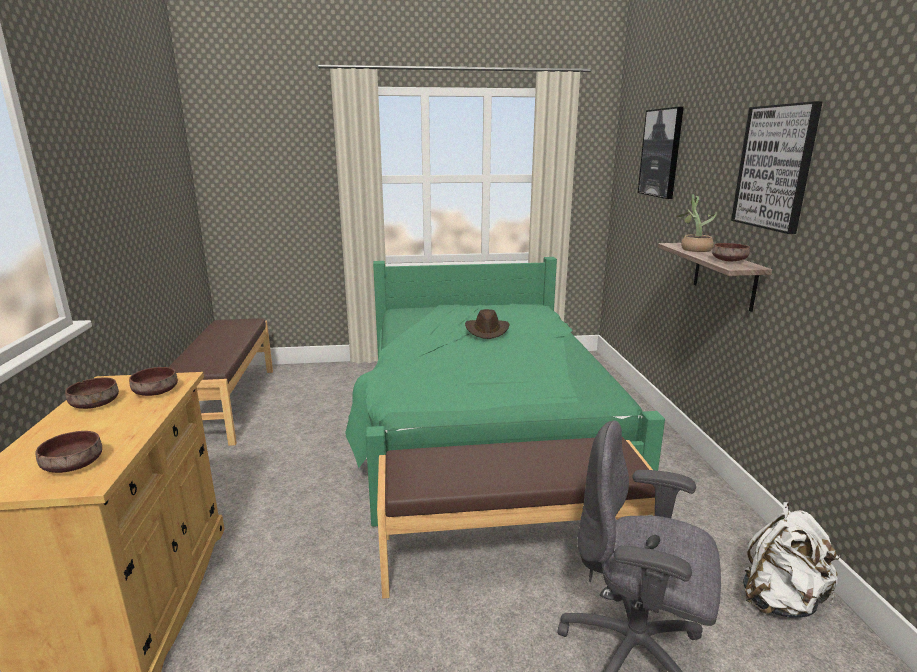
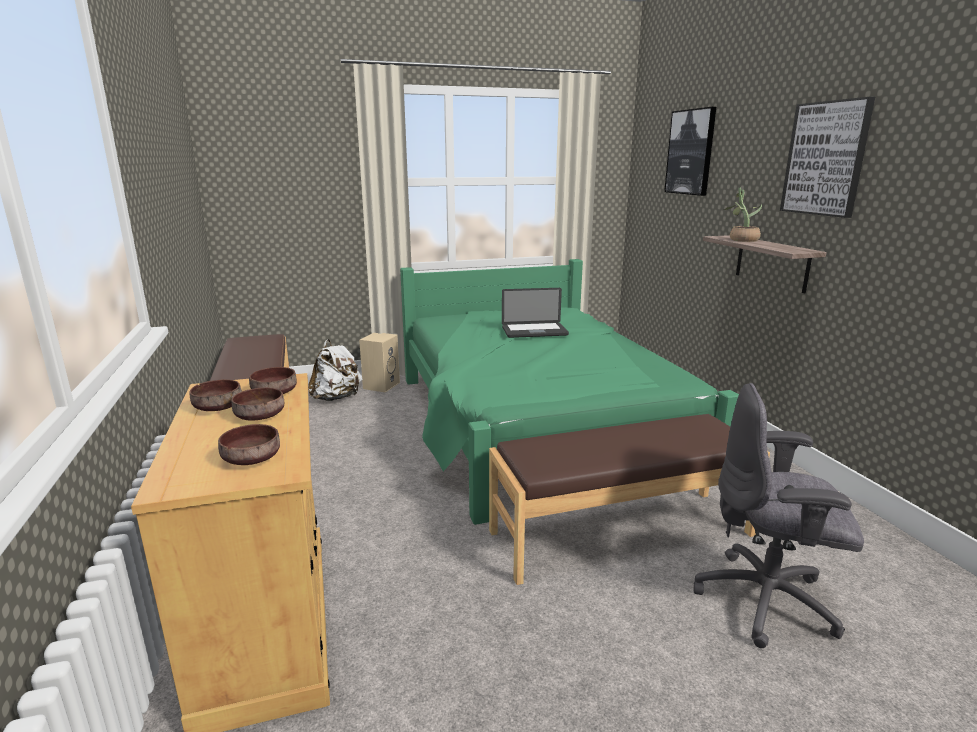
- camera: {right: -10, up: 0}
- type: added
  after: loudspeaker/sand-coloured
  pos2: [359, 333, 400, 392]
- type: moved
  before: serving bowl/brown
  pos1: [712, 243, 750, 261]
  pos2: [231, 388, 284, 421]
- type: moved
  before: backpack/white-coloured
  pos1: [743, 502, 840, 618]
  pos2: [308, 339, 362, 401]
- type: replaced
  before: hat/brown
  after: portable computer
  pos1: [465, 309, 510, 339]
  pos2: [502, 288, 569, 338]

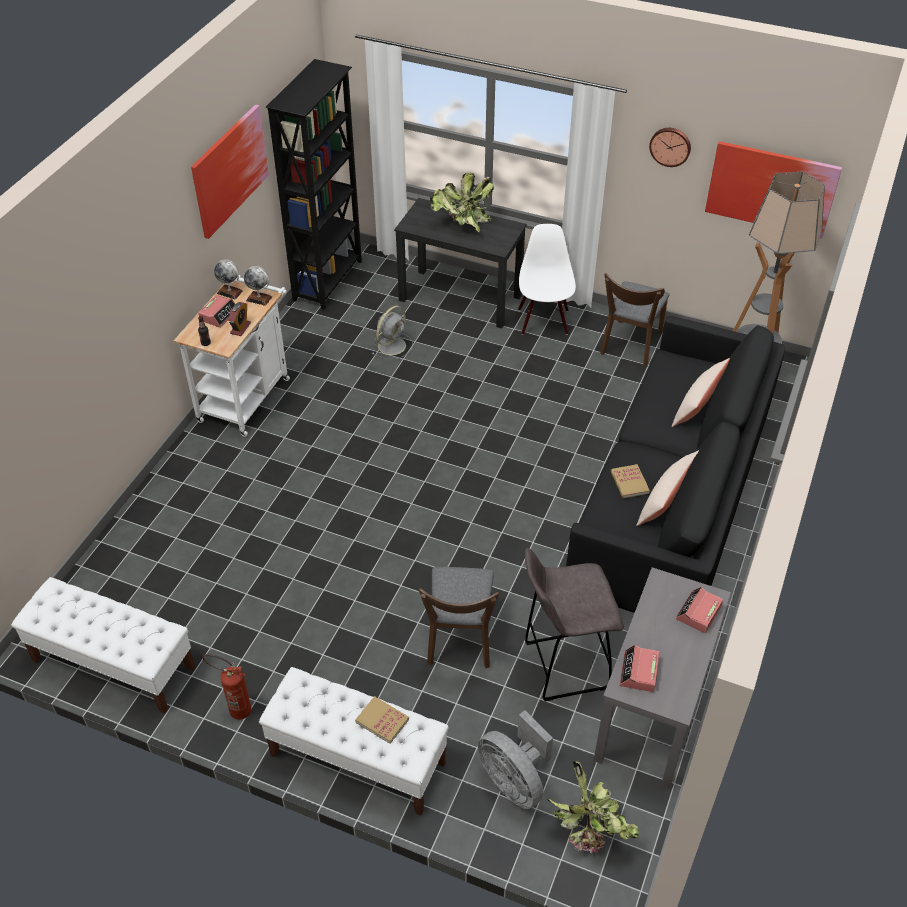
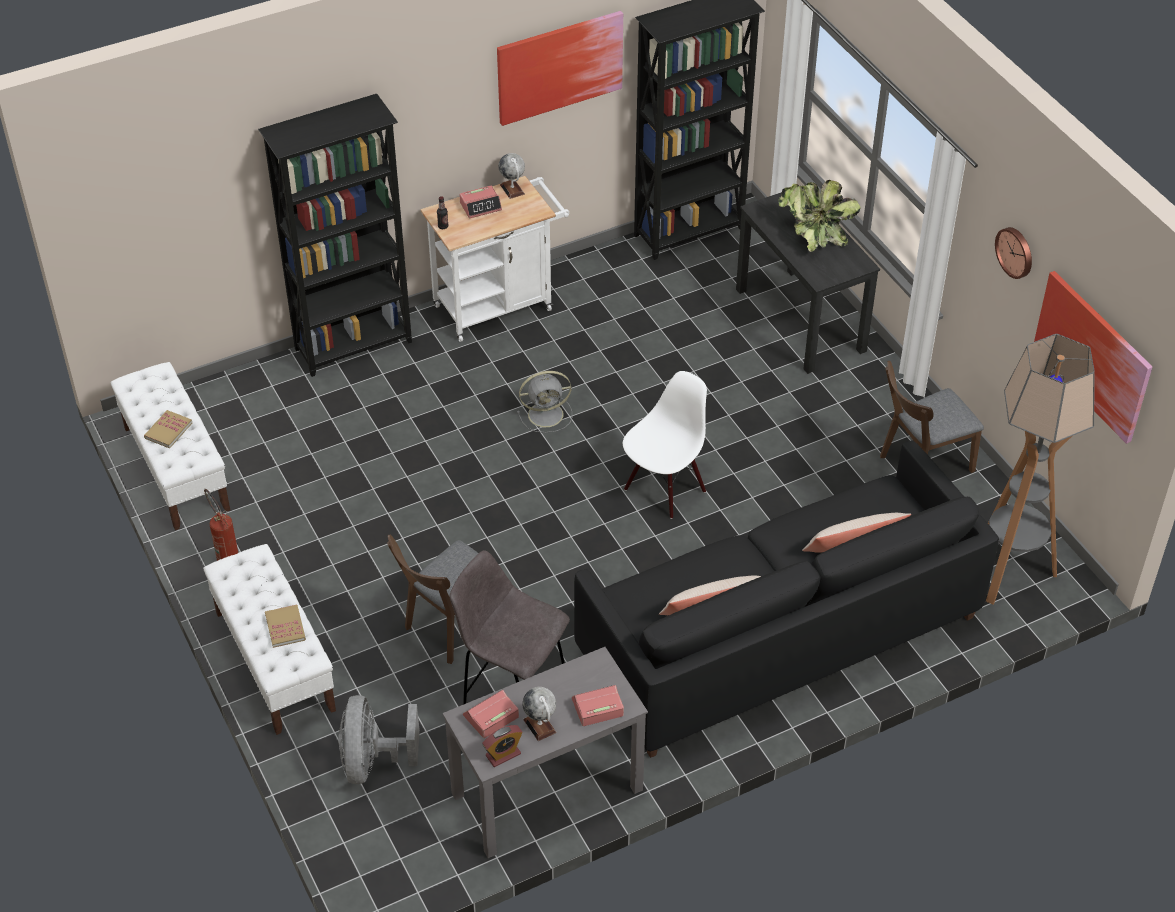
- camera: {right: 40, up: 0}
- type: removed
  before: potted plant
  pos1: [547, 761, 639, 853]
- type: added
  after: bookshelf/blackish
  pos2: [258, 94, 412, 377]
- type: moved
  before: alarm clock
  pos1: [228, 302, 251, 336]
  pos2: [482, 725, 522, 767]
- type: moved
  before: desk globe
  pos1: [244, 266, 272, 306]
  pos2: [522, 687, 556, 741]
- type: moved
  before: fan/gray
  pos1: [372, 306, 413, 360]
  pos2: [517, 371, 572, 433]
- type: moved
  before: upright chair/white-coloured
  pos1: [518, 224, 576, 335]
  pos2: [623, 371, 707, 519]
- type: moved
  before: bound book
  pos1: [611, 464, 650, 499]
  pos2: [144, 410, 192, 448]

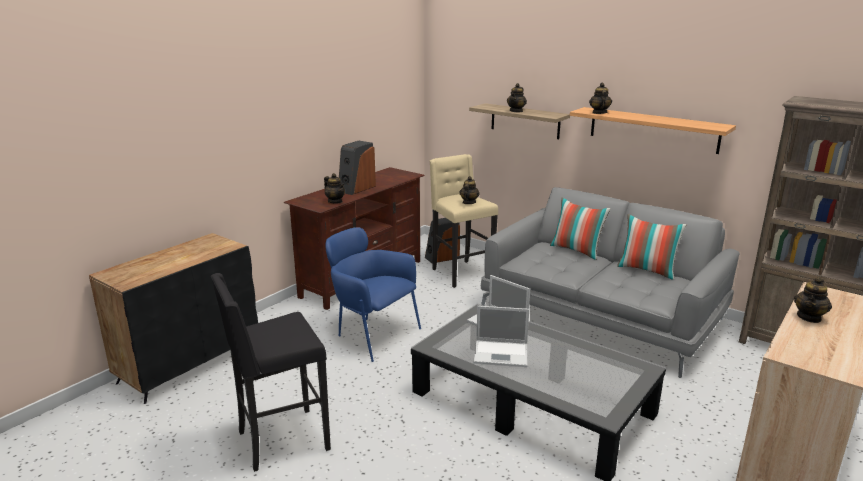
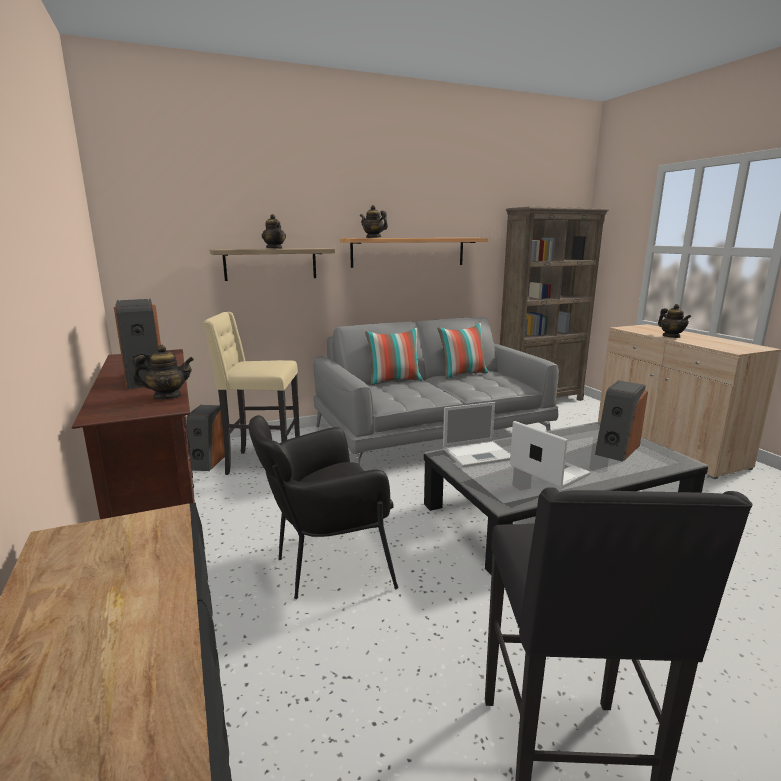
- camera: {right: -60, up: -5}
- type: removed
  before: tea pot
  pos1: [460, 176, 480, 204]
- type: added
  after: loudspeaker
  pos2: [595, 380, 648, 462]
- type: recoloured
  before: easy chair/bluish
  after: easy chair/blackish
  pos1: [325, 227, 421, 362]
  pos2: [249, 415, 398, 599]
- type: turned
  before: portable computer
  pos1: [474, 306, 529, 367]
  pos2: [510, 421, 591, 488]
  turn: -75

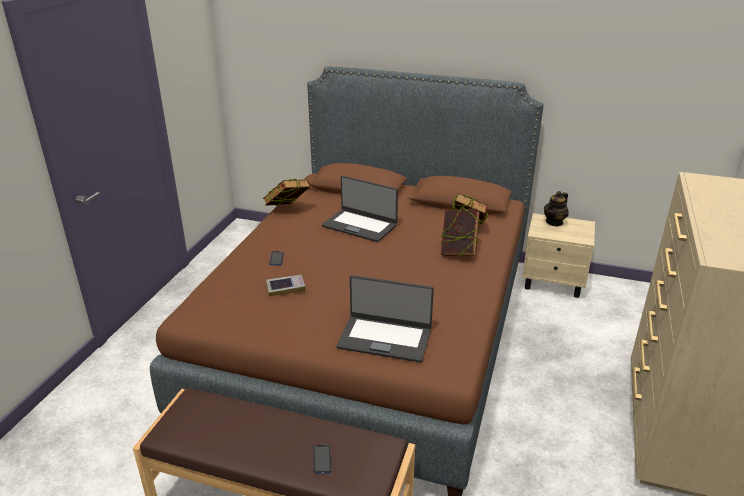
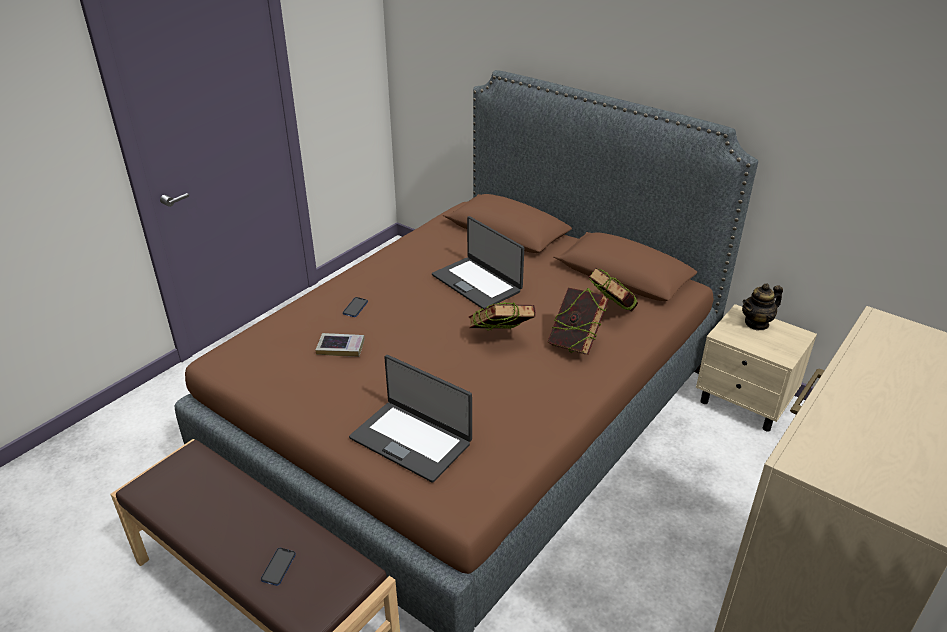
- camera: {right: 20, up: 5}
- type: moved
  before: bound book
  pos1: [263, 178, 311, 206]
  pos2: [468, 302, 536, 331]

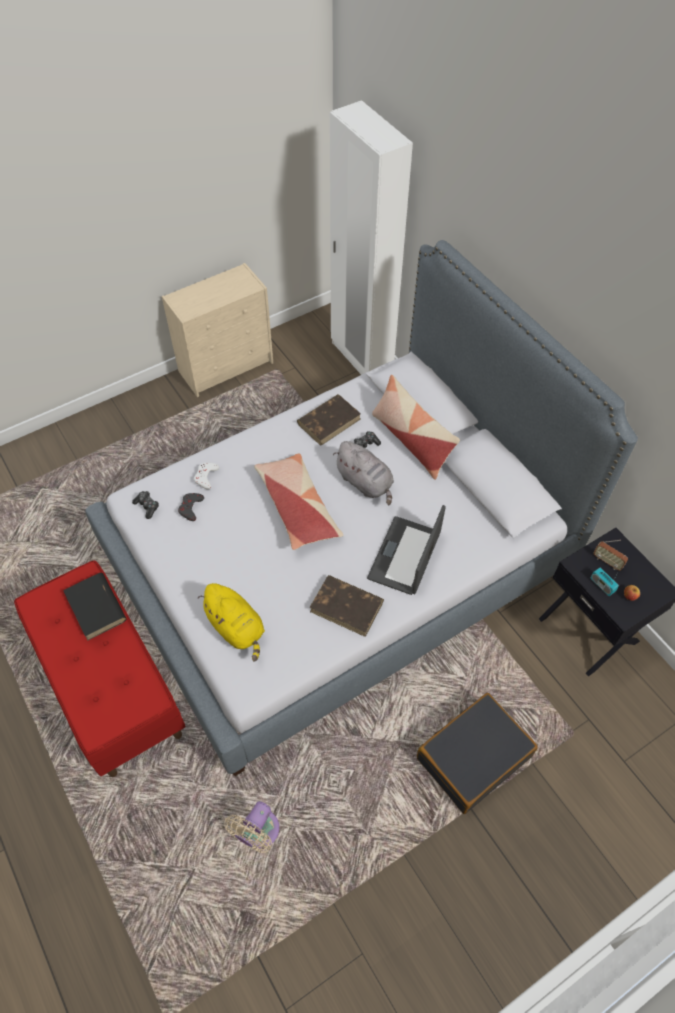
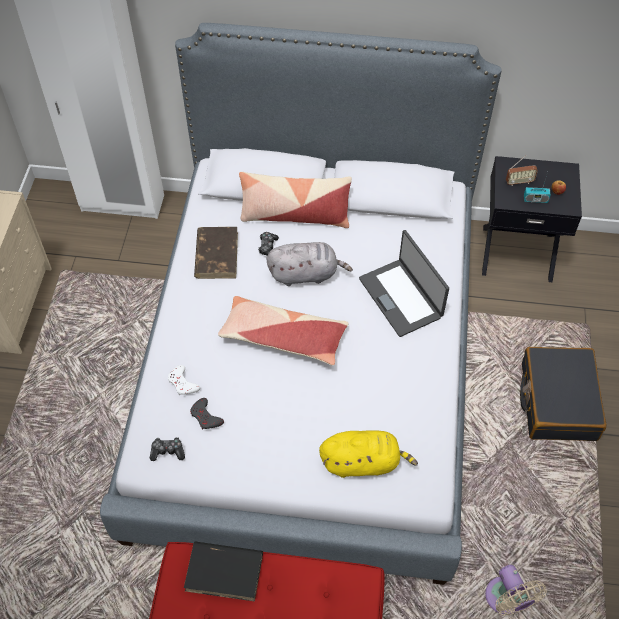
- camera: {right: -50, up: 0}
- type: removed
  before: bound book/brown
  pos1: [309, 575, 384, 637]

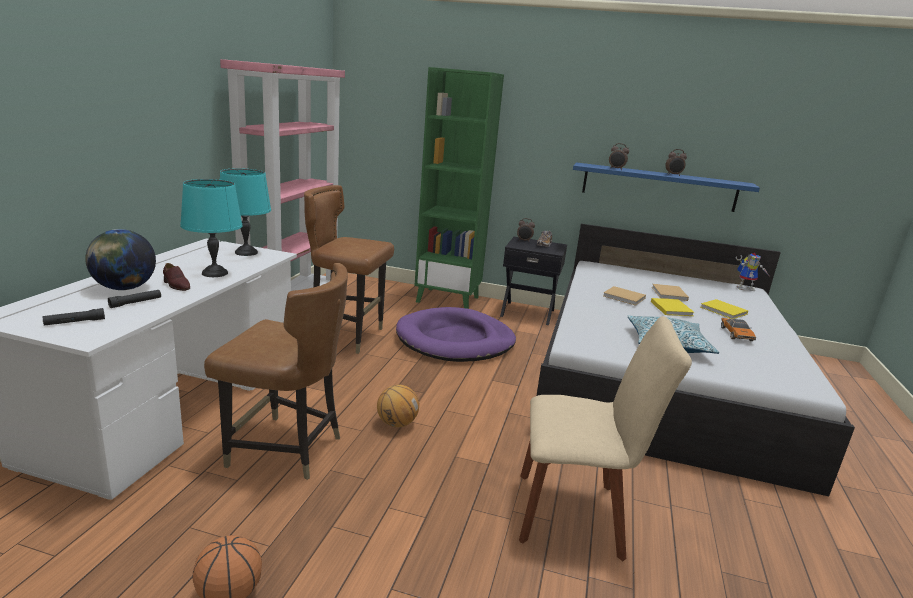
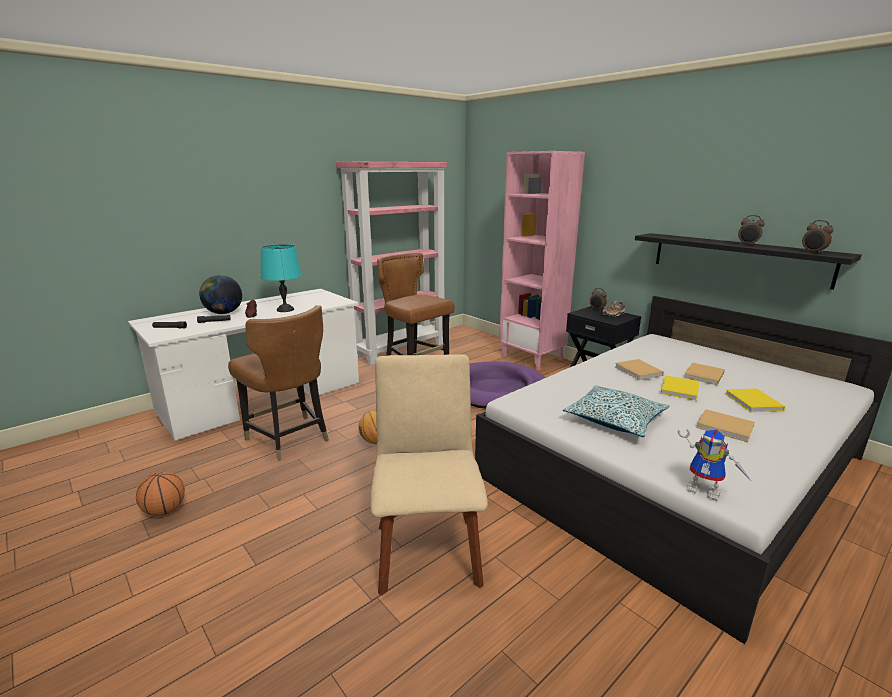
- camera: {right: 35, up: 0}
- type: removed
  before: tabletop lamp/turquoise
  pos1: [220, 168, 271, 256]
- type: moved
  before: alarm clock
  pos1: [609, 143, 629, 170]
  pos2: [802, 220, 833, 254]
- type: moved
  before: robot figure
  pos1: [736, 253, 770, 291]
  pos2: [678, 429, 751, 501]
- type: replaced
  before: model car
  after: bound book/sand-coloured
  pos1: [721, 318, 756, 341]
  pos2: [696, 409, 755, 442]
- type: recoloured
  before: bookshelf/green-coloured
  after: bookshelf/pink-coloured
  pos1: [415, 67, 504, 309]
  pos2: [499, 151, 585, 370]
- type: recoloured
  before: bracket shelf/bluish
  after: bracket shelf/blackish
  pos1: [573, 162, 760, 212]
  pos2: [635, 233, 862, 290]
- type: turned
  before: upright chair/sand-coloured
  pos1: [519, 316, 692, 562]
  pos2: [370, 354, 488, 595]
  turn: -135

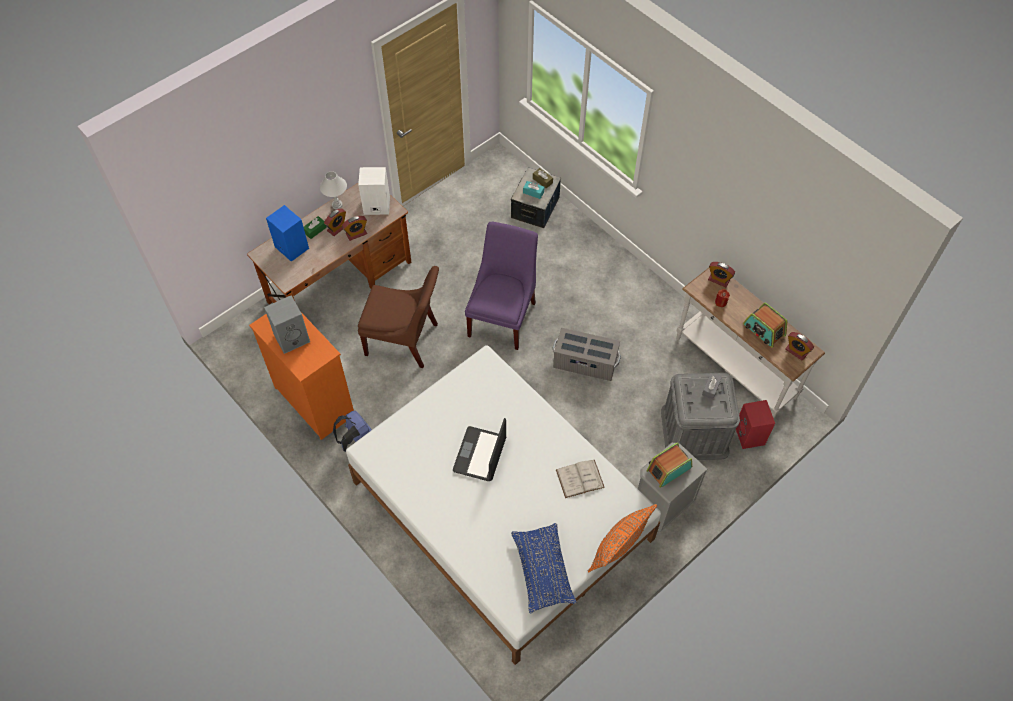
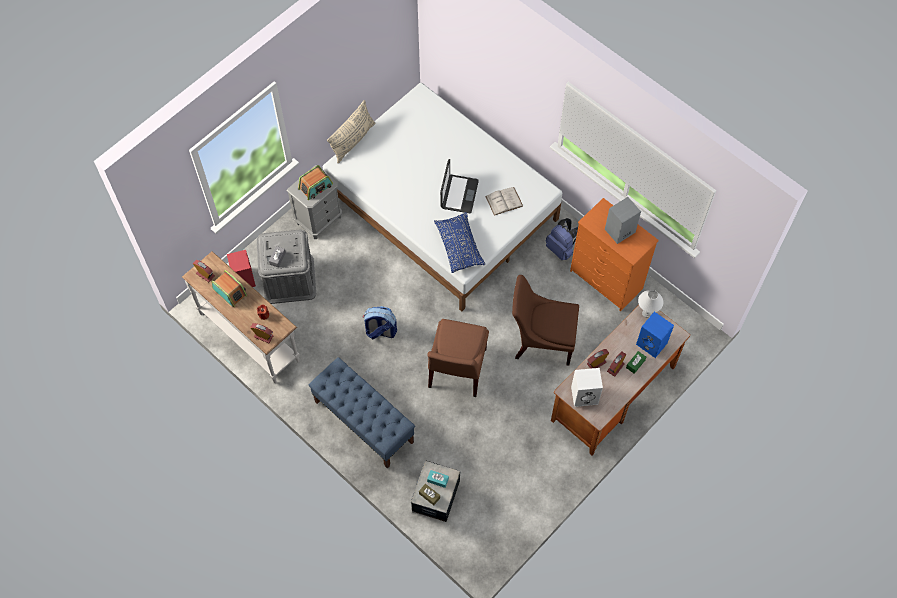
- camera: {right: 175, up: 5}
- type: added
  after: long seat/bluish
  pos2: [308, 357, 415, 469]
- type: moved
  before: tabletop lamp/white-coloured
  pos1: [320, 171, 347, 209]
  pos2: [638, 290, 663, 318]
- type: moved
  before: pillow/bluish
  pos1: [511, 523, 577, 614]
  pos2: [434, 212, 485, 273]
- type: moved
  before: bound book/white-coloured
  pos1: [556, 460, 605, 498]
  pos2: [485, 187, 523, 216]
- type: replaced
  before: storage bin/gray
  after: backpack
  pos1: [553, 328, 621, 381]
  pos2: [363, 306, 397, 339]
- type: recoloured
  before: upright chair/purple-coloured
  after: upright chair/brown
  pos1: [465, 221, 538, 350]
  pos2: [427, 319, 489, 397]
- type: recoloured
  before: pillow/orangey
  after: pillow/sand-coloured
  pos1: [588, 504, 657, 572]
  pos2: [327, 100, 376, 163]

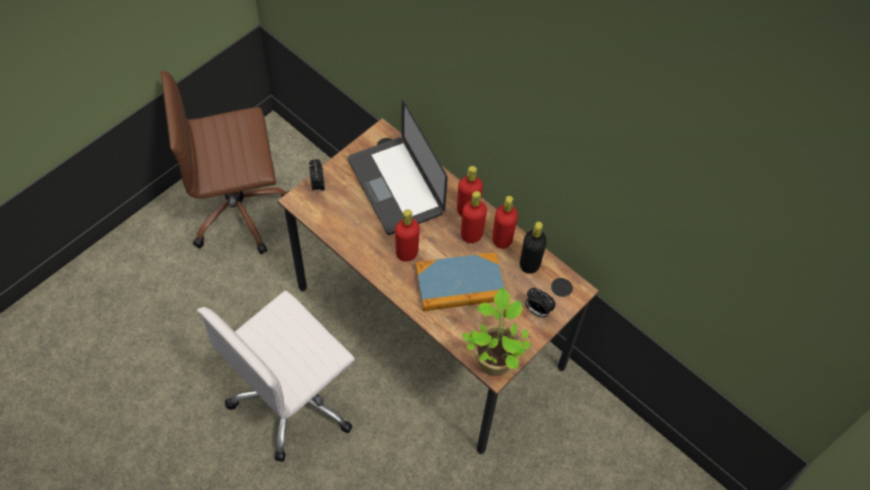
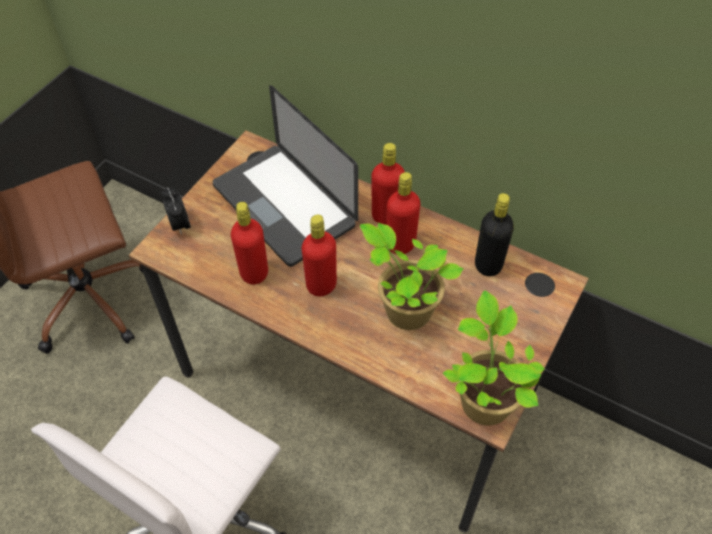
- camera: {right: -10, up: -5}
- type: removed
  before: alarm clock
  pos1: [525, 288, 556, 317]
- type: moved
  before: drink bottle/red
  pos1: [492, 196, 518, 249]
  pos2: [231, 202, 268, 284]
- type: replaced
  before: bound book
  after: potted plant
  pos1: [416, 252, 504, 311]
  pos2: [360, 223, 464, 330]

